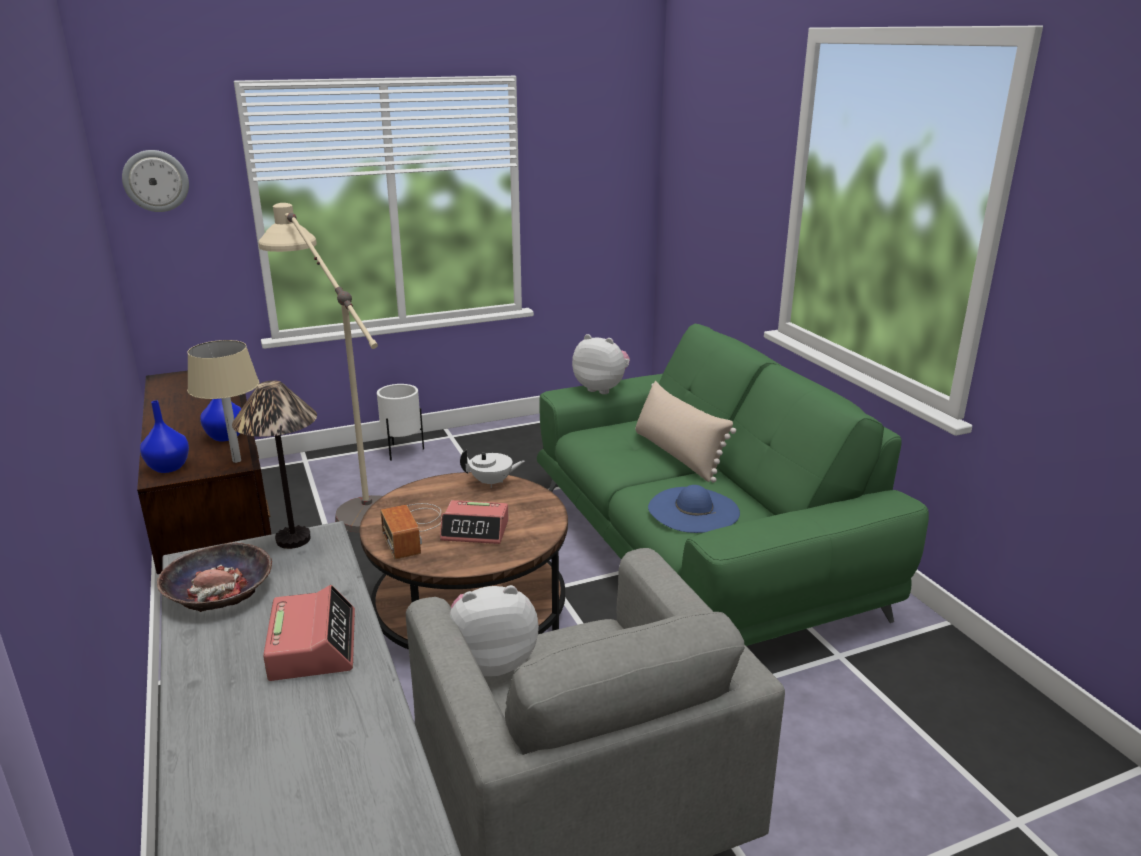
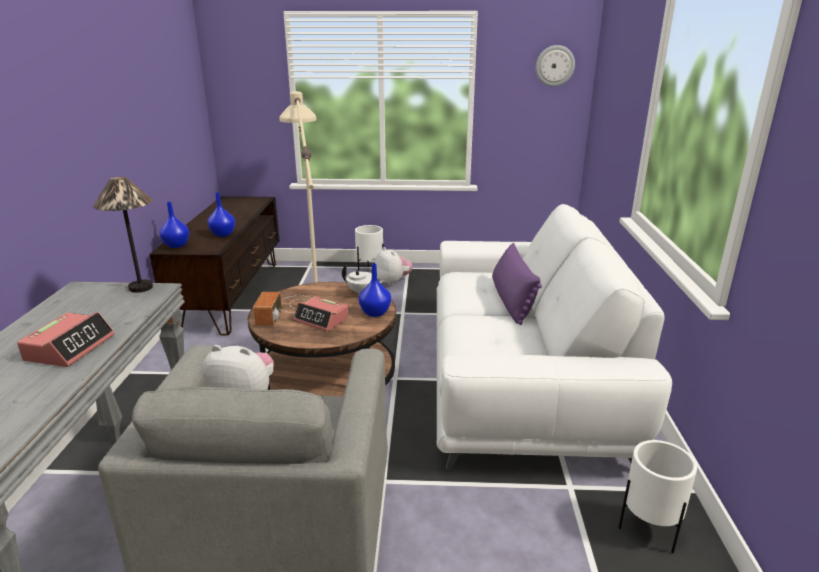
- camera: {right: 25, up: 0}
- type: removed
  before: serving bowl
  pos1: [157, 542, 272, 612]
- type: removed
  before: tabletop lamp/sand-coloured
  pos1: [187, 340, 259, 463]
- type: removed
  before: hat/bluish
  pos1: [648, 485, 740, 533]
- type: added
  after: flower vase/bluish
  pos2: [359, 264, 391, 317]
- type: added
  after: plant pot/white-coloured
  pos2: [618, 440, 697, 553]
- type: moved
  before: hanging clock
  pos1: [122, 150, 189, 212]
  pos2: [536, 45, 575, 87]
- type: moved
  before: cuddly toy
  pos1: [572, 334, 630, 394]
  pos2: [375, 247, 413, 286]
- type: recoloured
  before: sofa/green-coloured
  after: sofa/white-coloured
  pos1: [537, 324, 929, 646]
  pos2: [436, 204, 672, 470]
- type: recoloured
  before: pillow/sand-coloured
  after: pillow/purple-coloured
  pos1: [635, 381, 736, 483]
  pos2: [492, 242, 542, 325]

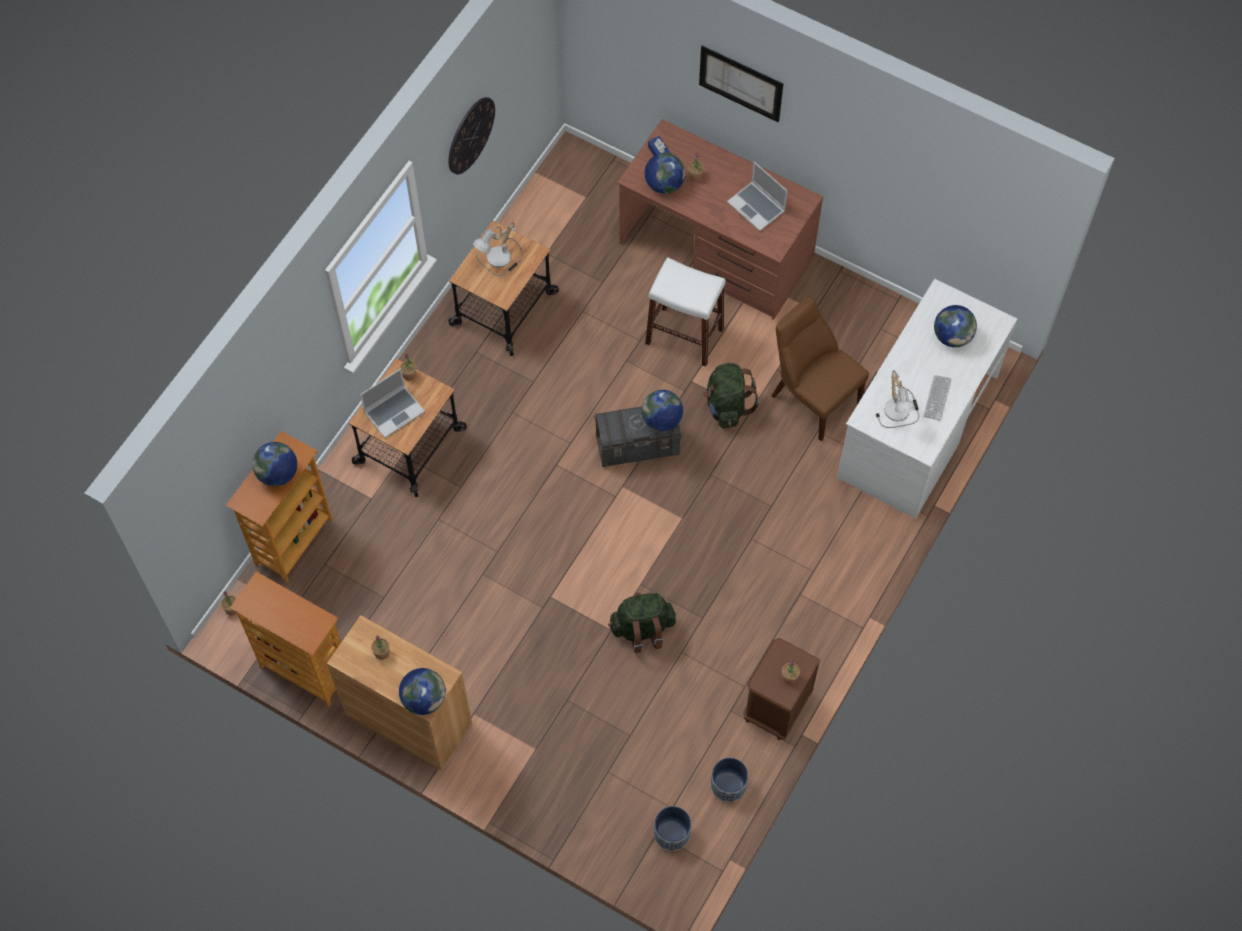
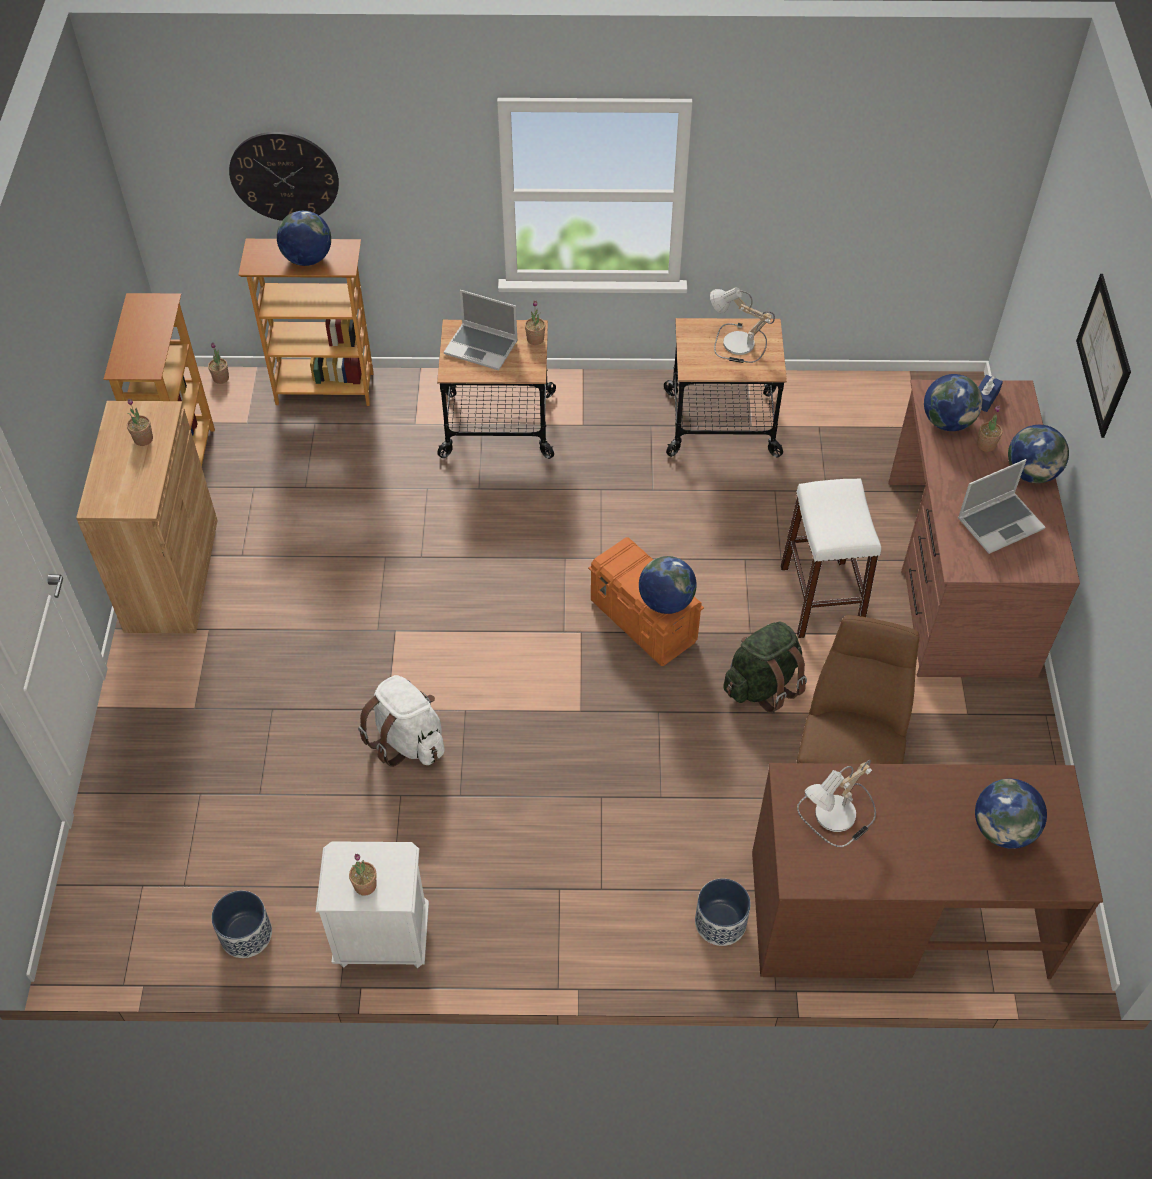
- camera: {right: 60, up: -10}
- type: removed
  before: keyboard
  pos1: [923, 375, 951, 421]
- type: moved
  before: desk globe
  pos1: [399, 668, 446, 715]
  pos2: [1008, 425, 1069, 483]
- type: moved
  before: hanging clock
  pos1: [448, 97, 495, 175]
  pos2: [229, 132, 339, 221]
- type: moved
  before: plant pot
  pos1: [654, 806, 691, 851]
  pos2: [695, 878, 751, 946]
- type: recoloured
  before: storage bin/gray
  after: storage bin/orangey
  pos1: [594, 406, 682, 467]
  pos2: [588, 537, 704, 666]
- type: recoloured
  before: backpack/green-coloured
  after: backpack/white-coloured
  pos1: [608, 592, 676, 653]
  pos2: [358, 675, 445, 767]
- type: recoloured
  before: nightstand/brown
  after: nightstand/white-coloured
  pos1: [743, 638, 821, 740]
  pos2: [316, 841, 429, 968]
- type: recoloured
  before: desk table/white-coloured
  after: desk table/brown
  pos1: [837, 279, 1017, 518]
  pos2: [752, 763, 1103, 979]
- type: turned
  before: portable computer
  pos1: [727, 162, 787, 231]
  pos2: [958, 459, 1045, 554]
  turn: -135

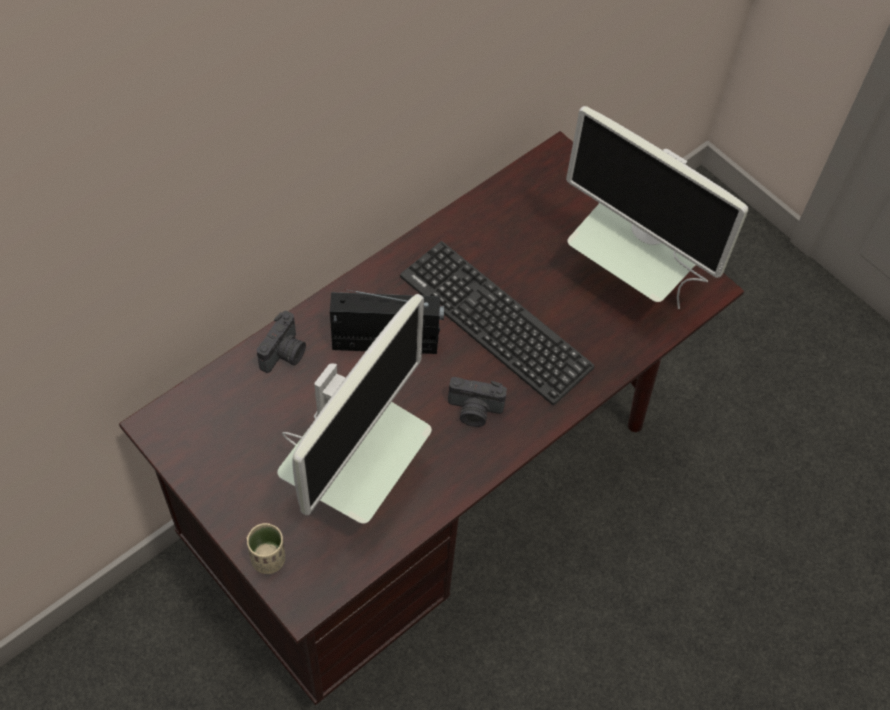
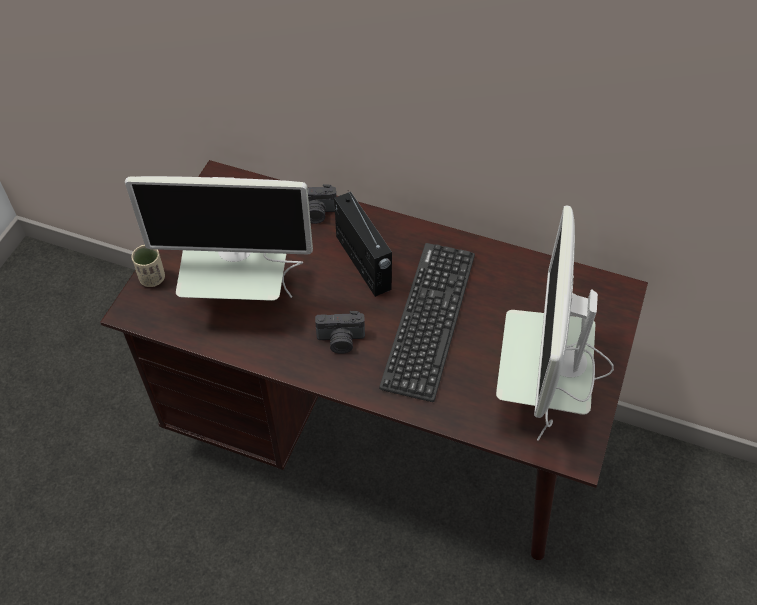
- camera: {right: 65, up: -5}
- type: turned
  before: still camera
  pos1: [448, 377, 507, 427]
  pos2: [315, 311, 365, 354]
  turn: -75

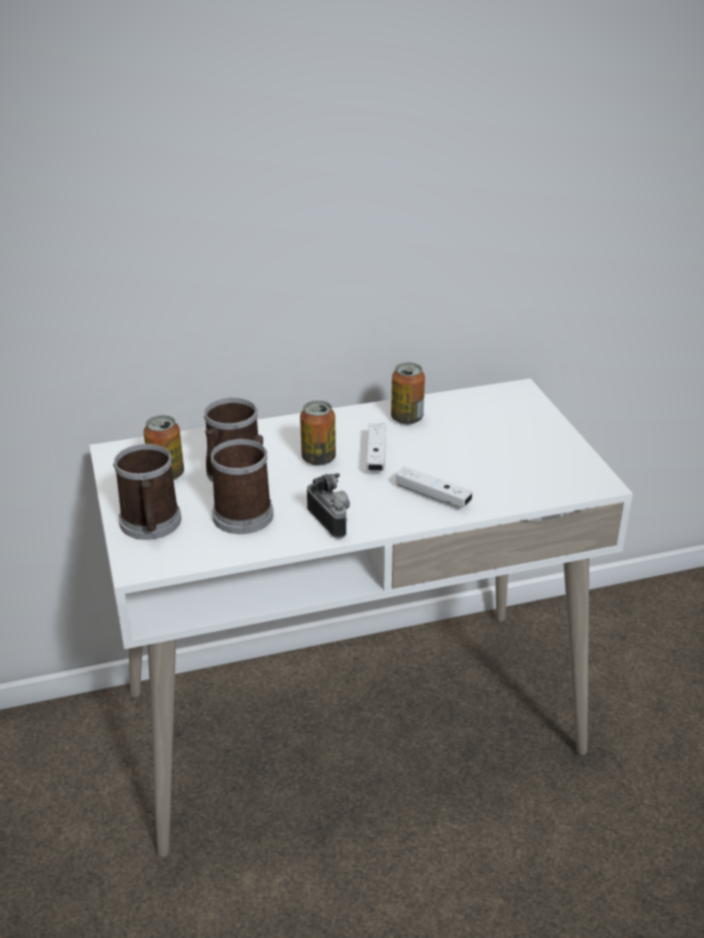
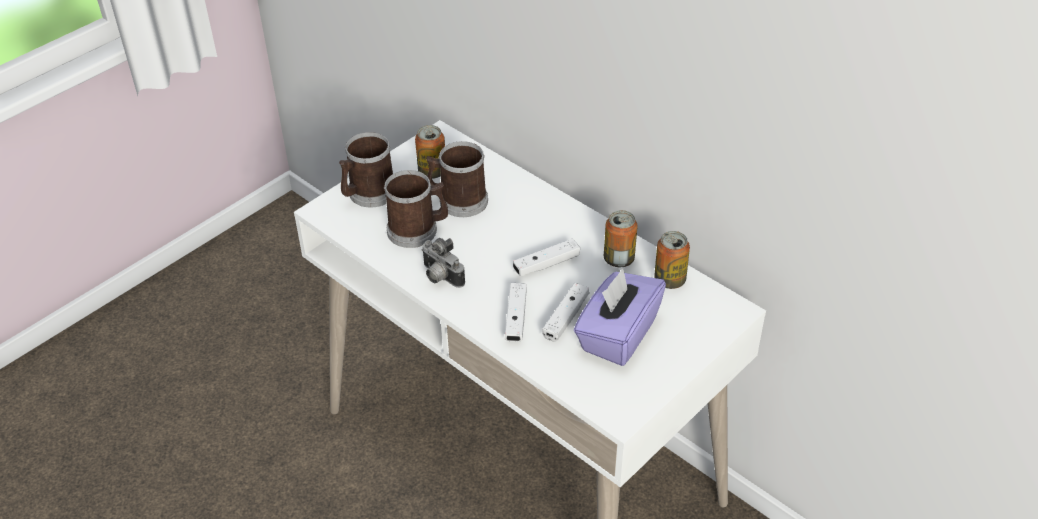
- camera: {right: 60, up: 10}
- type: added
  after: gamepad/white-coloured
  pos2: [542, 283, 589, 342]
- type: added
  after: tissue holder/purple-coloured
  pos2: [574, 268, 666, 366]
- type: moved
  before: metal can
  pos1: [300, 400, 336, 466]
  pos2: [654, 231, 690, 289]
- type: turned
  before: still camera
  pos1: [307, 473, 350, 538]
  pos2: [421, 238, 465, 288]
  turn: 105

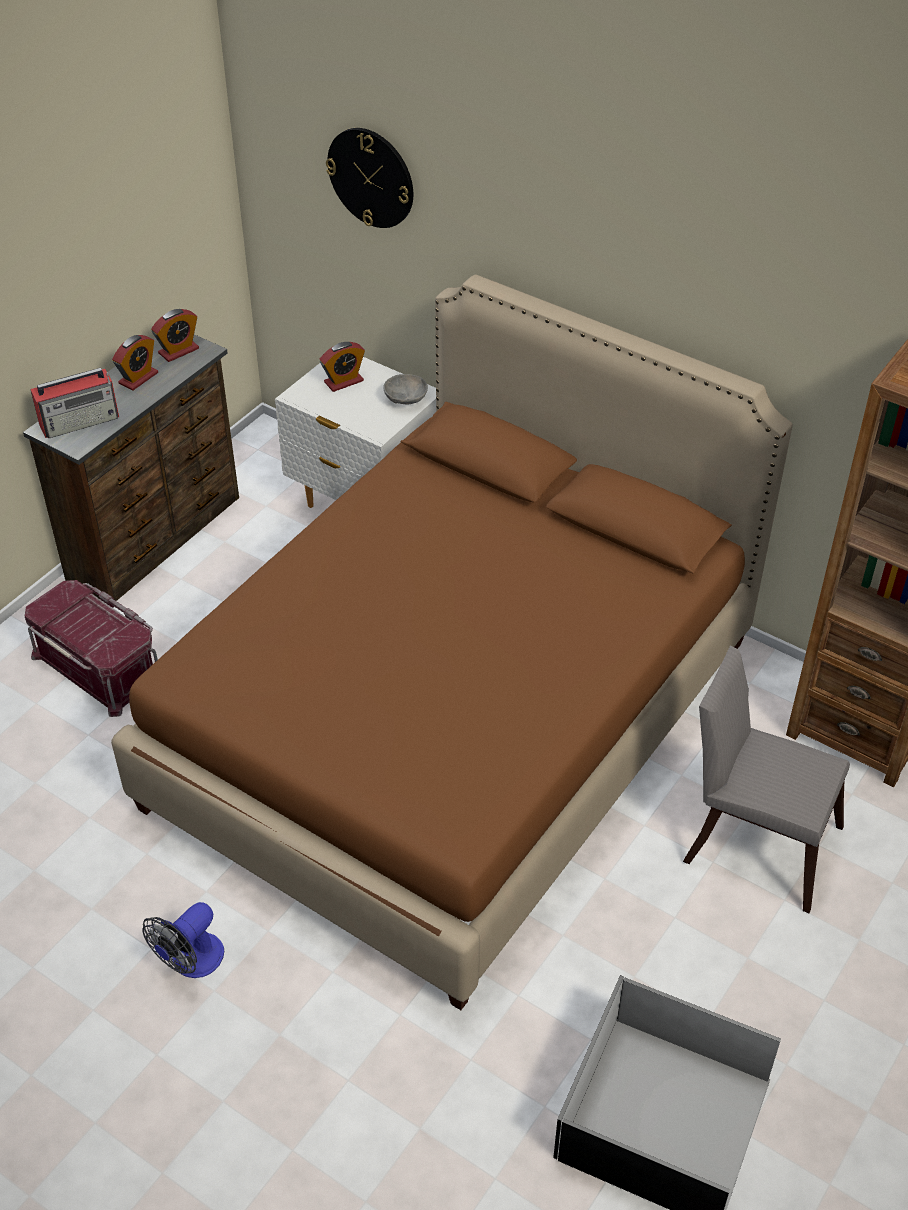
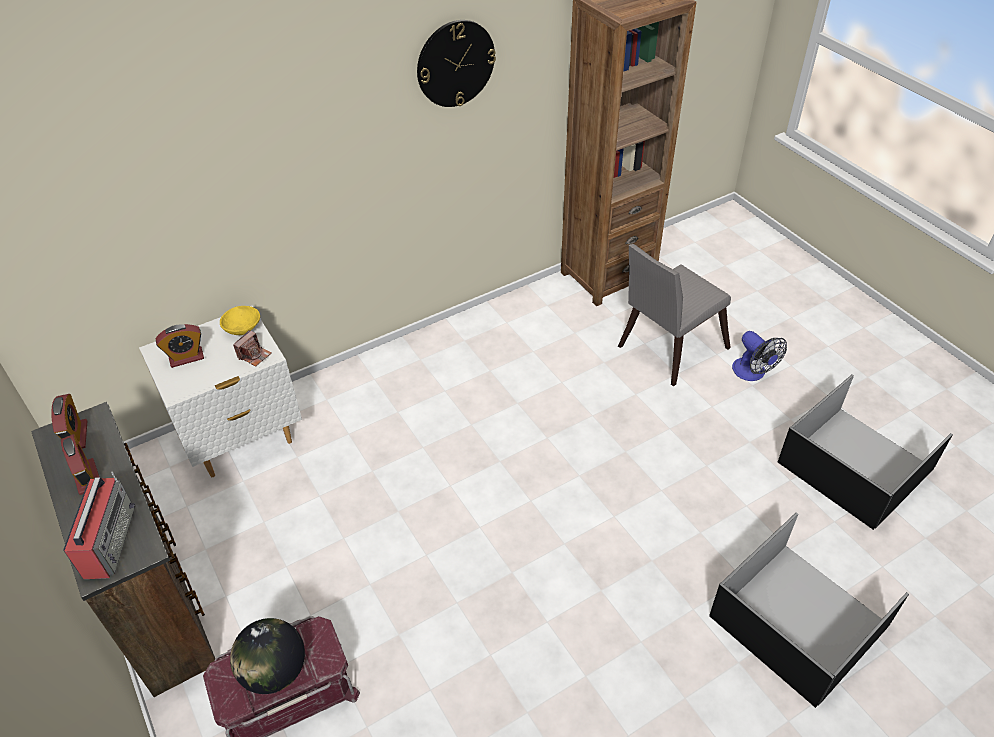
- camera: {right: -65, up: 0}
- type: removed
  before: bed/brown
  pos1: [111, 274, 793, 1010]
- type: added
  after: desk globe
  pos2: [230, 618, 305, 694]
- type: added
  after: still camera
  pos2: [233, 330, 271, 366]
- type: added
  after: storage bin/blackish
  pos2: [709, 512, 909, 708]
- type: moved
  before: fan
  pos1: [142, 902, 224, 978]
  pos2: [732, 331, 787, 381]
- type: moved
  before: hanging clock
  pos1: [326, 128, 413, 228]
  pos2: [417, 20, 496, 107]
- type: recoloured
  before: serving bowl/gray
  after: serving bowl/yellow
  pos1: [383, 374, 428, 404]
  pos2: [220, 306, 260, 335]
- type: turned
  before: alarm clock
  pos1: [320, 342, 365, 392]
  pos2: [156, 324, 204, 368]
  turn: 75

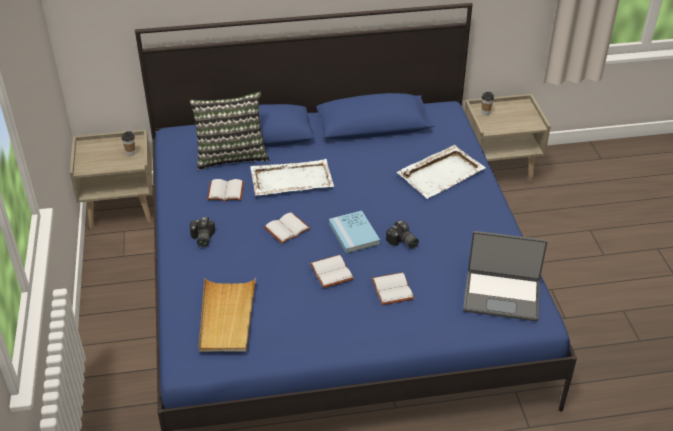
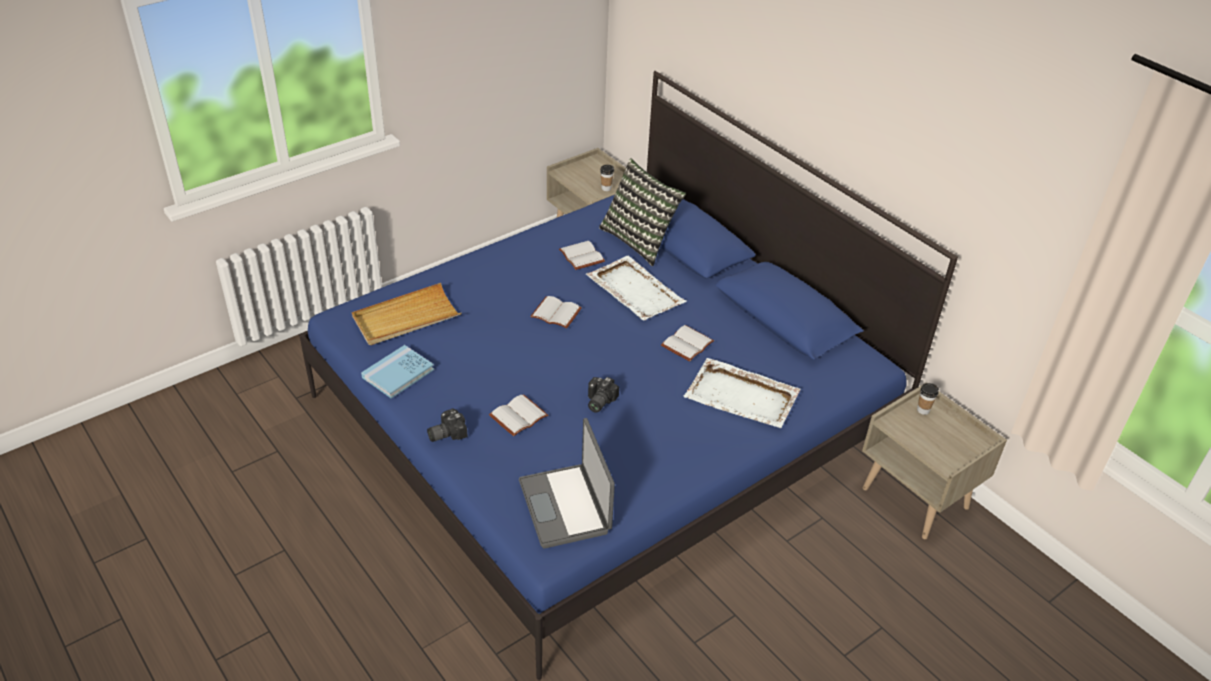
- camera: {right: 60, up: 0}
- type: moved
  before: still camera
  pos1: [190, 217, 215, 247]
  pos2: [427, 408, 468, 442]
- type: moved
  before: bound book/white-coloured
  pos1: [309, 255, 354, 288]
  pos2: [661, 325, 714, 361]
- type: moved
  before: bound book/bluish
  pos1: [329, 211, 380, 254]
  pos2: [361, 345, 434, 398]

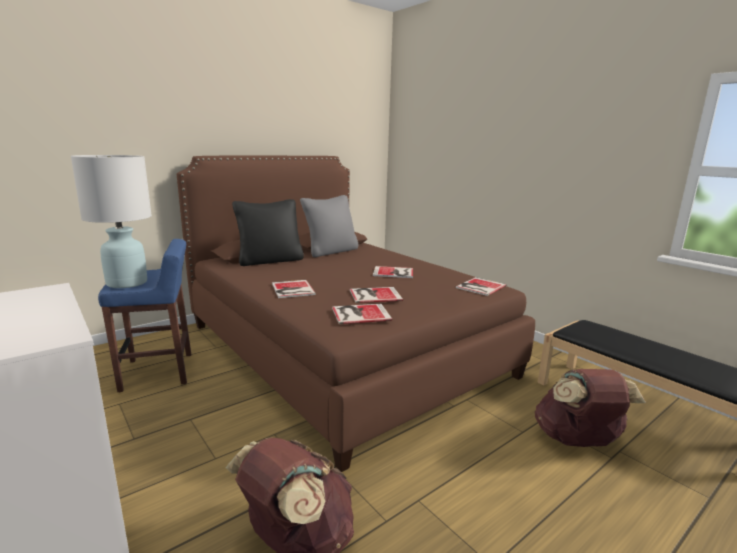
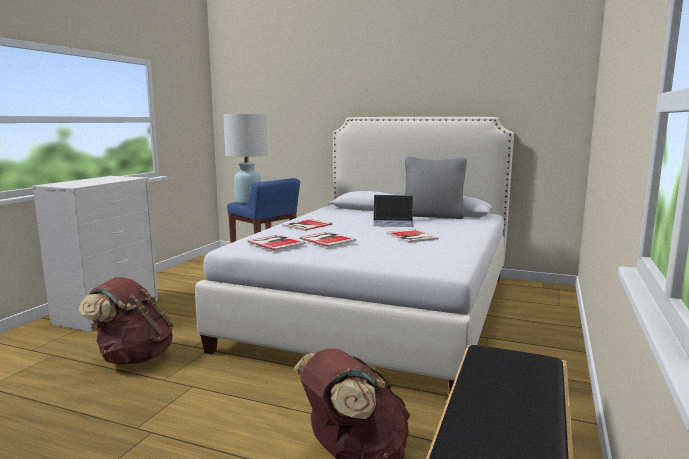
- camera: {right: 60, up: -5}
- type: removed
  before: pillow/blackish
  pos1: [232, 199, 304, 266]
- type: removed
  before: bound book
  pos1: [456, 277, 506, 296]
- type: added
  after: portable computer
  pos2: [373, 195, 414, 227]
- type: recoloured
  before: bed/brown
  after: bed/white-coloured
  pos1: [177, 156, 535, 472]
  pos2: [195, 117, 514, 392]

